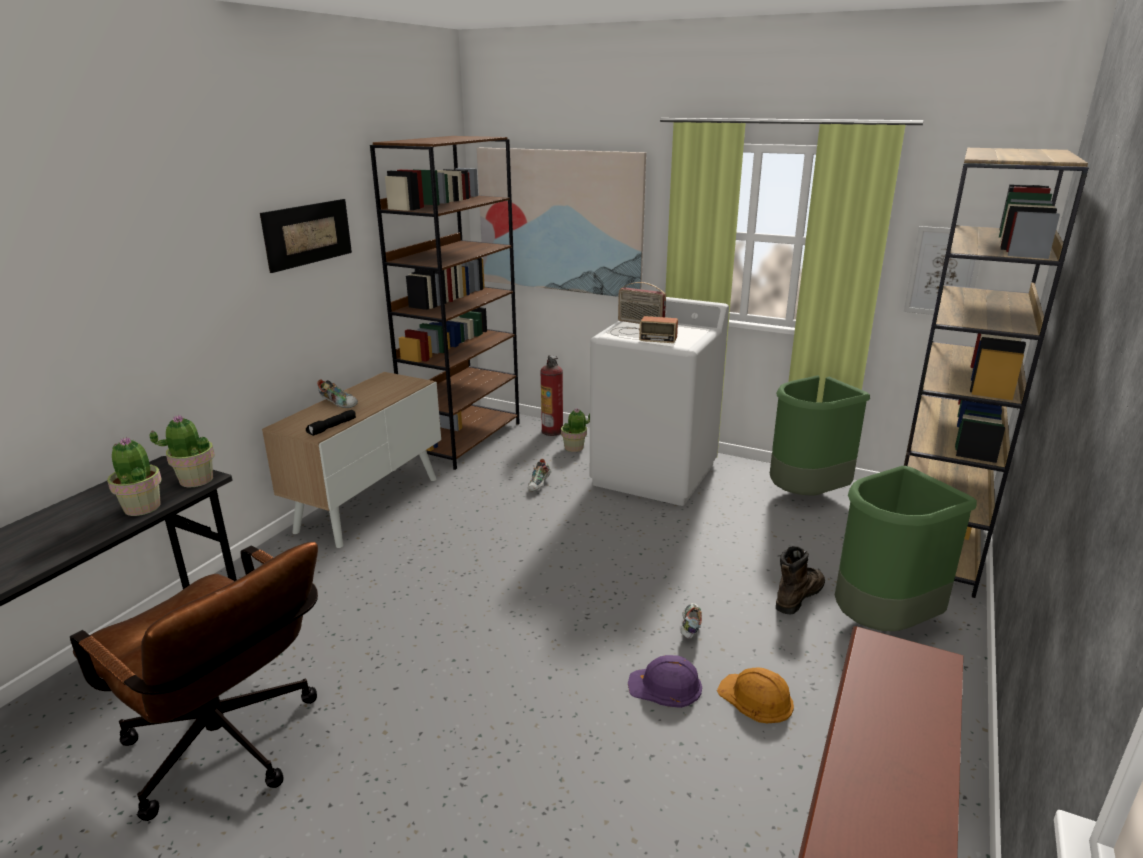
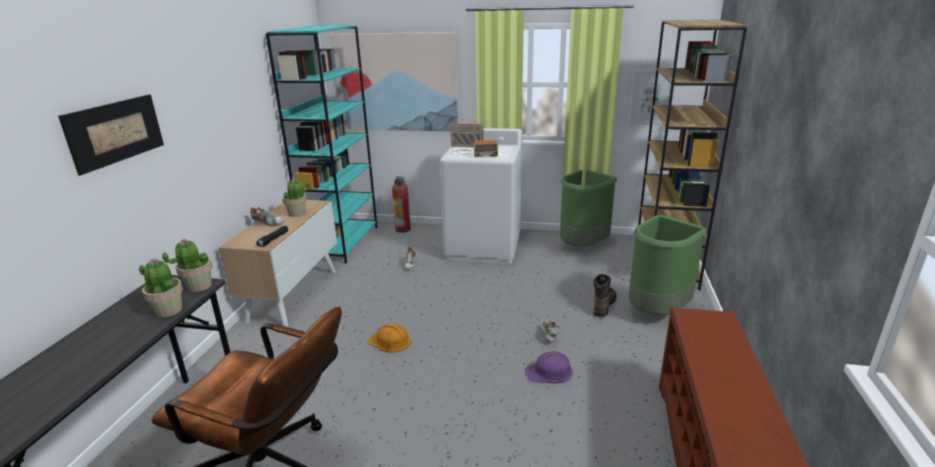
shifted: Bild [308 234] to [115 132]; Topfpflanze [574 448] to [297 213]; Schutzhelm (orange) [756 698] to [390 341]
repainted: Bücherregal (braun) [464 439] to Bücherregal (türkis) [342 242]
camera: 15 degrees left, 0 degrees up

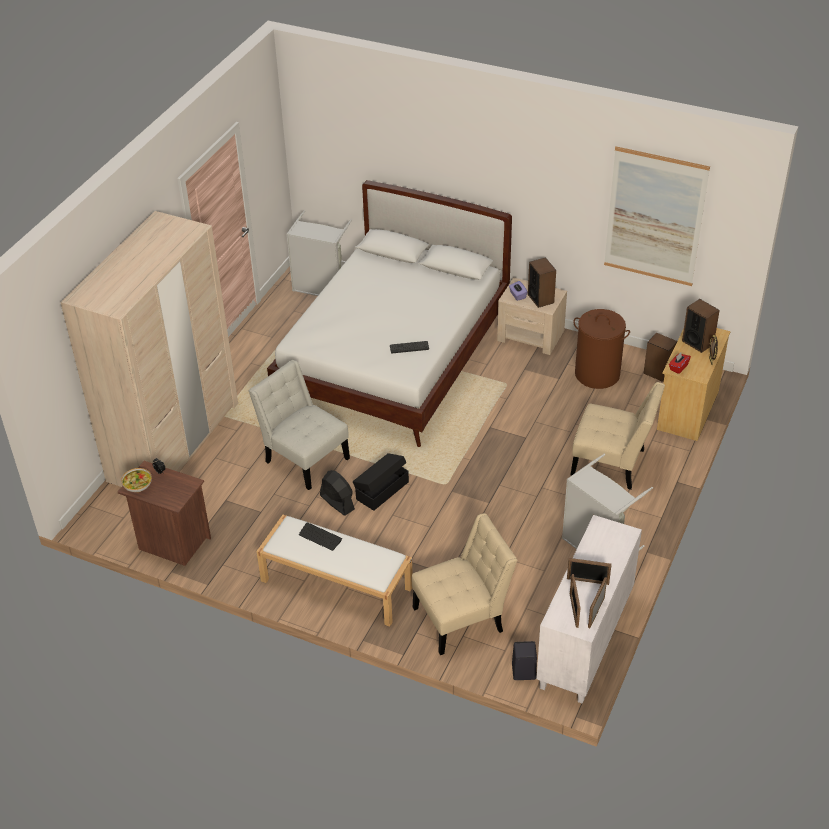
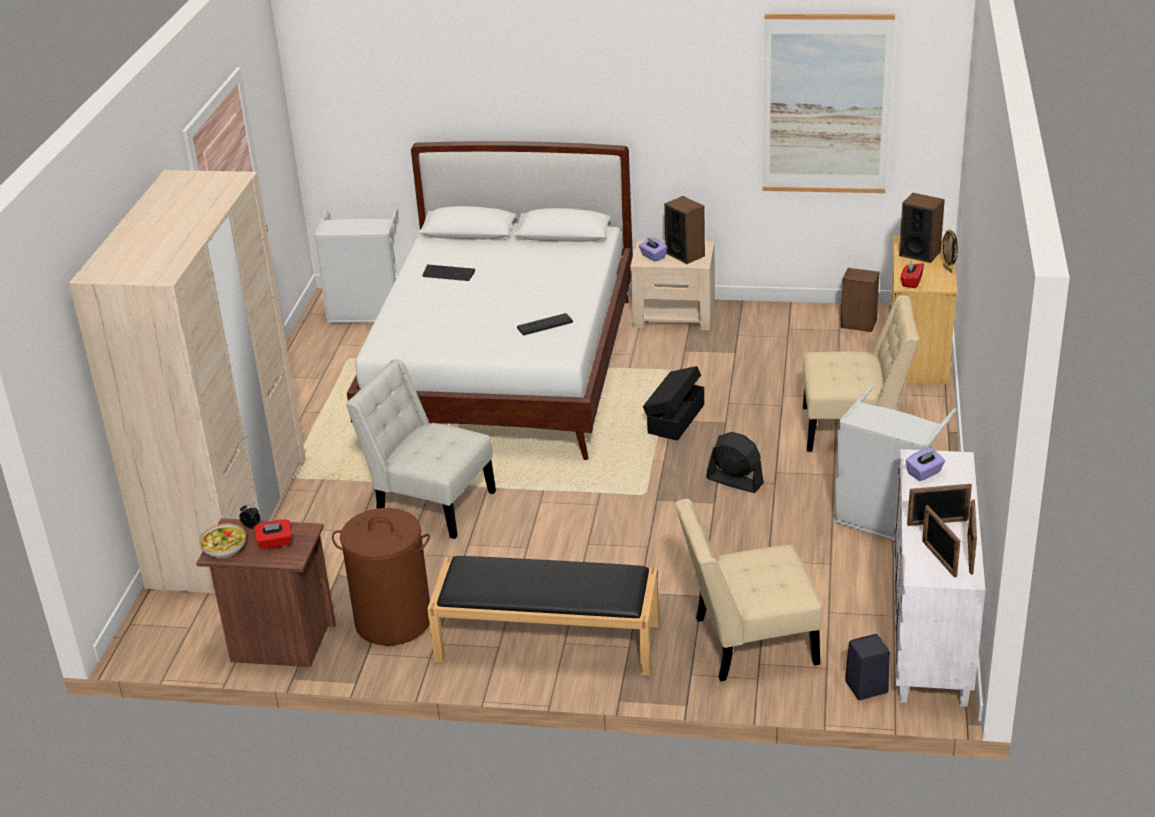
new: Taschentuchbox (lila) [924 473]; Taschentuchbox (rot) [275 543]
shifted: Wäschekorb (braun) [597 374] to [393 621]; Aufbewahrungsbox (schwarz) [381 490] to [674 419]; Ventilator (schwarz) [337 502] to [734 481]; Tastatur [320 537] to [448 274]
repainted: Bank (weiß) [335 584] to Bank (schwarz) [546 642]
rotated: Stuhl (beige) [462 618] = [748 642] 150 degrees counterclockwise
camera: 15 degrees left, 10 degrees down

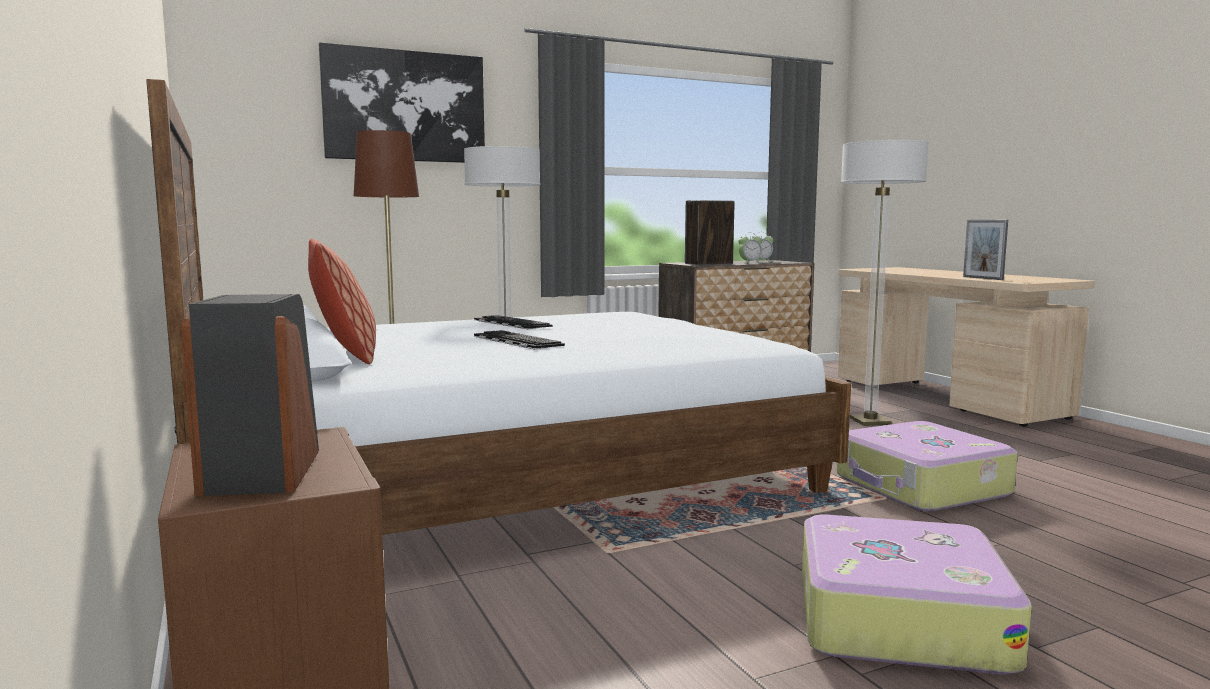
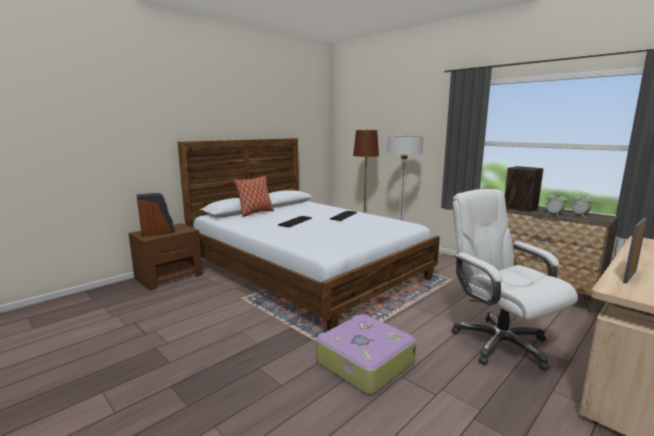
gone: Bild [405 106]; Koffer [898 617]
swapped: Stehlampe [870 422] to Bürostuhl (weiß) [499 343]
camera: 70 degrees right, 5 degrees up

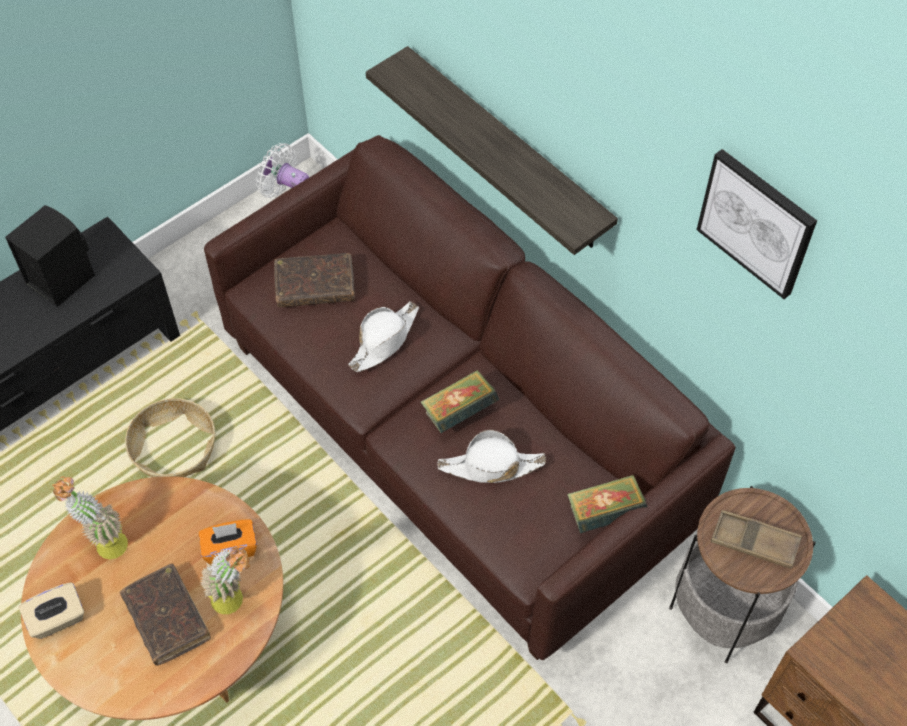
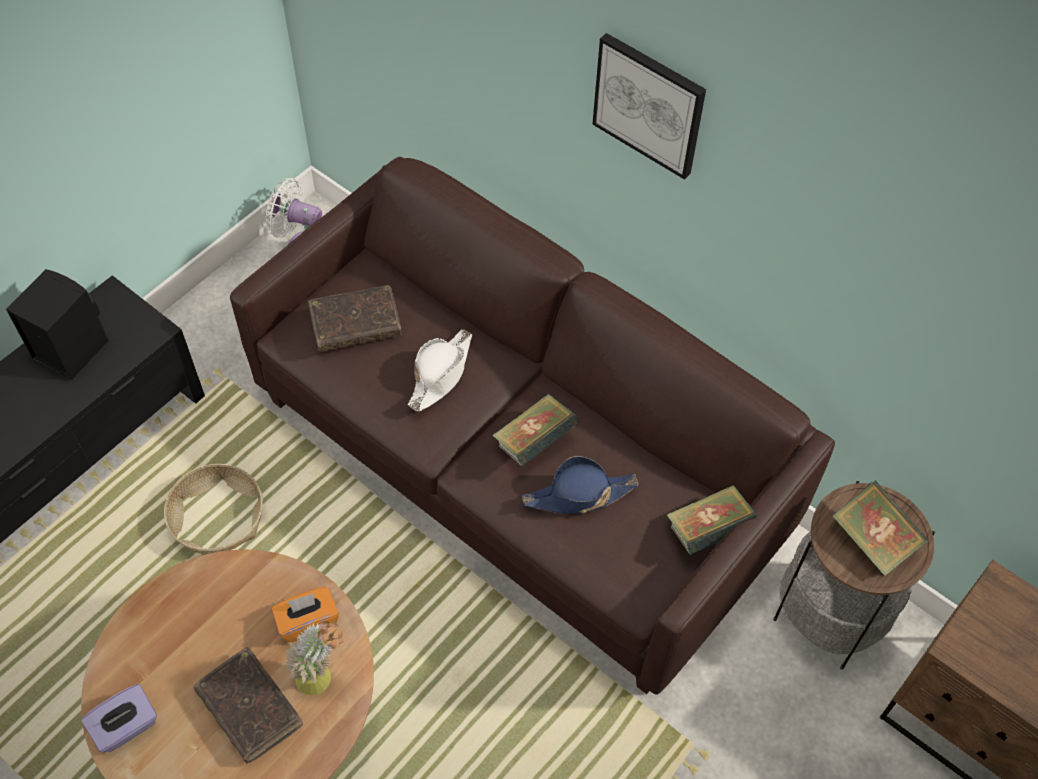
gone: Wandregal [506 151]; Topfpflanze [104 542]
shifted: Bild [757 222] to [649 104]
swapped: Tablett (braun) [754 542] to Buch [873 540]
repainted: Hut (weiß) [491 466] to Hut (blau) [579 495]; Taschentuchbox (beige) [57 619] to Taschentuchbox (lila) [126 727]
camera: 10 degrees left, 0 degrees up

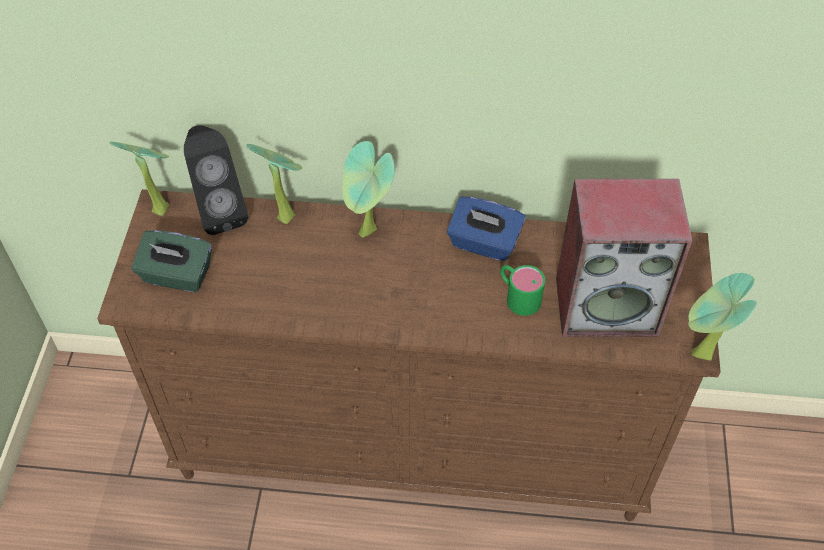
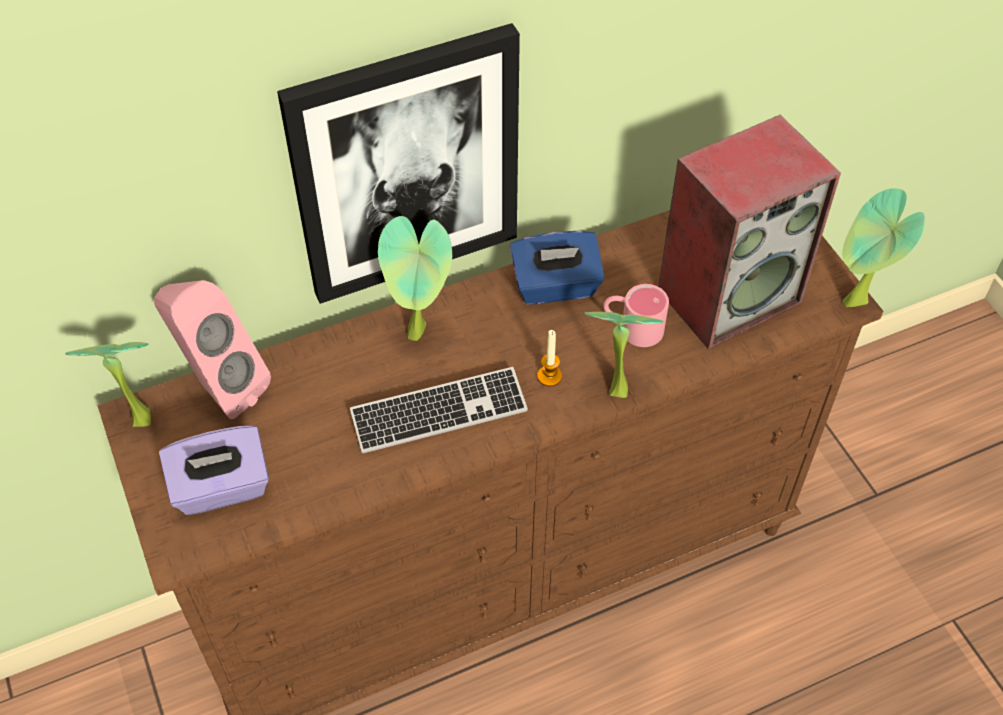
new: Bild [406 167]; Kerze [549 376]; Tastatur [439 413]
shifted: Topfpflanze [286 214] to [614 386]
repainted: Lautsprecher (schwarz) [219 212] to Lautsprecher (rosa) [220 388]; Taschentuchbox (grün) [177 276] to Taschentuchbox (lila) [222 488]; Henkelbecher (grün) [517 296] to Henkelbecher (rosa) [632 327]
camera: 30 degrees left, 0 degrees up

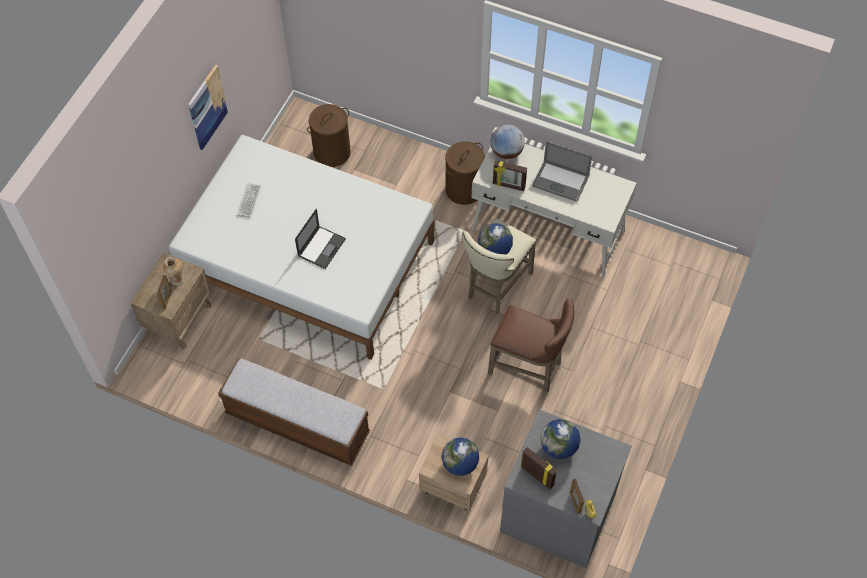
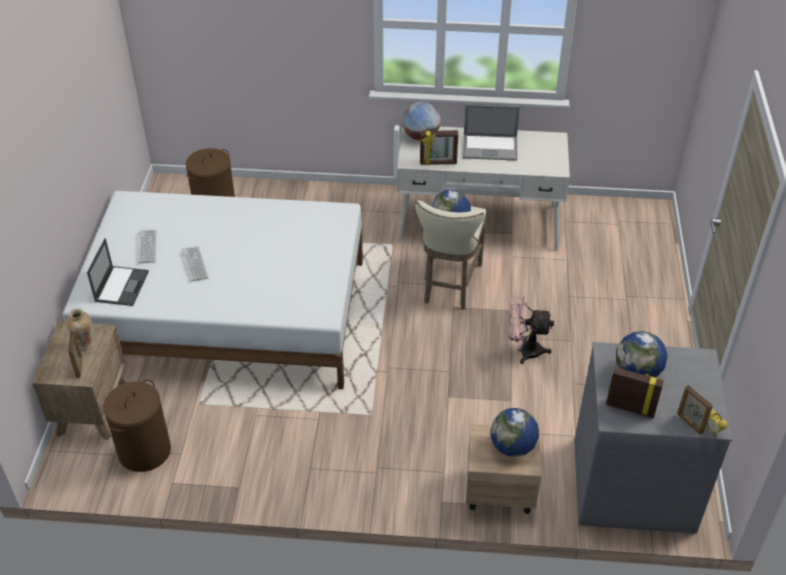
gone: Bild [207 107]; Bank [297 424]
new: Tastatur [195 264]
shifted: Wäschekorb (braun) [464 189] to [145 450]; Laptop [321 247] to [122 286]
swapped: Hocker (braun) [529 368] to Ventilator (rosa) [524 351]
camera: 20 degrees left, 15 degrees down

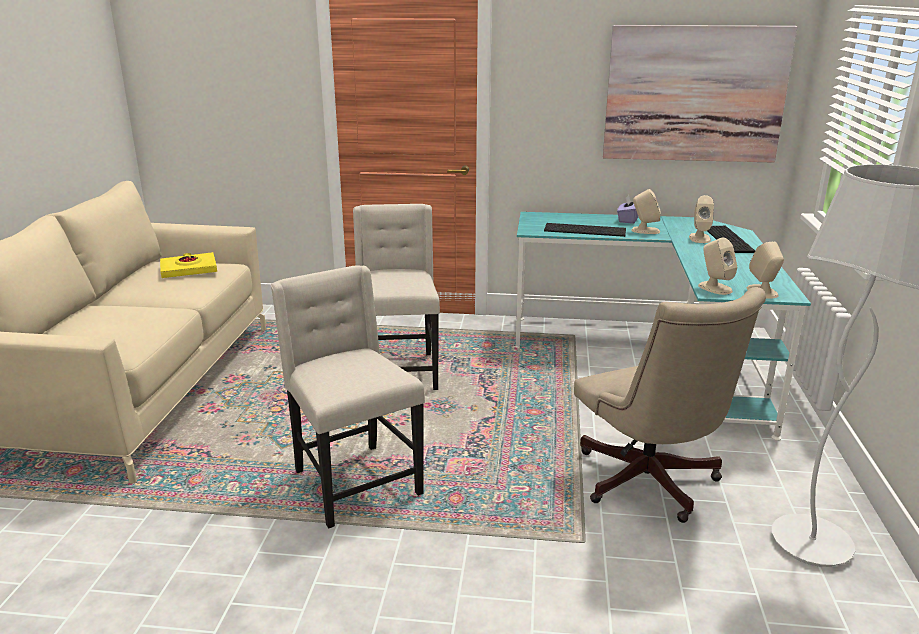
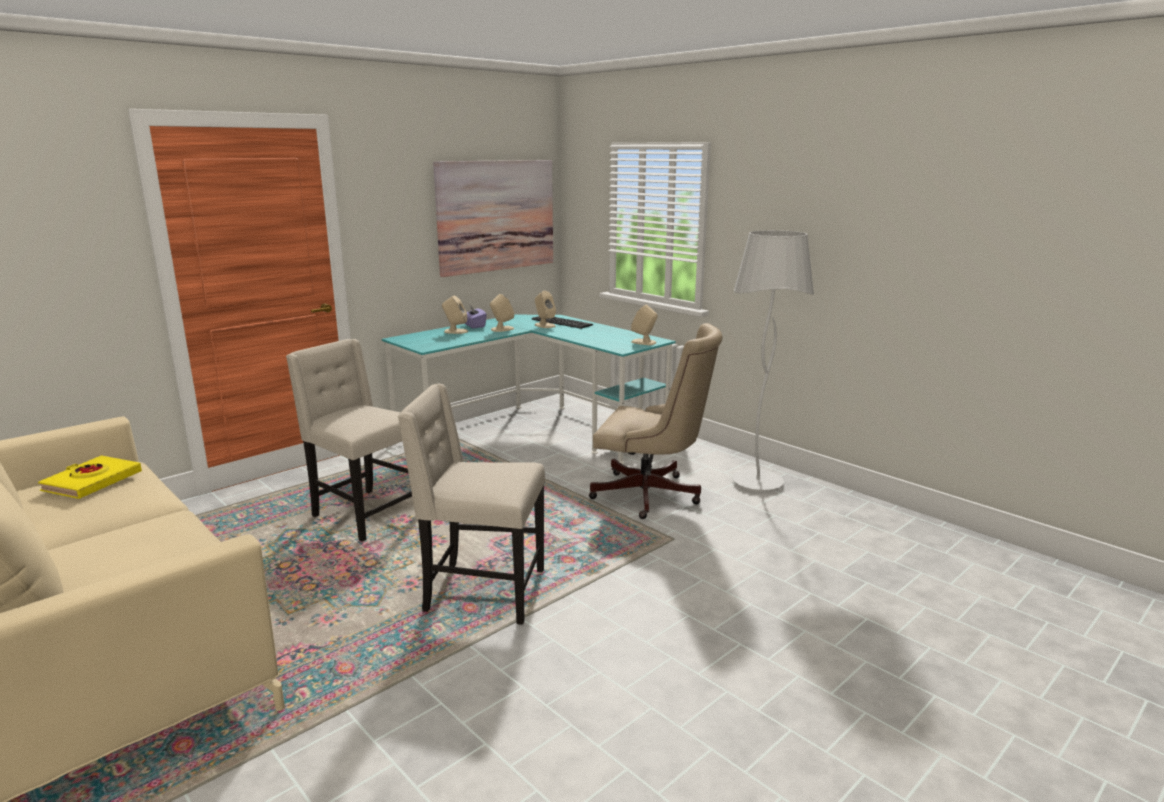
gone: Tastatur [586 230]
shifted: Lautsprecher (beige) [714 288] to [455 331]
camera: 50 degrees left, 5 degrees down

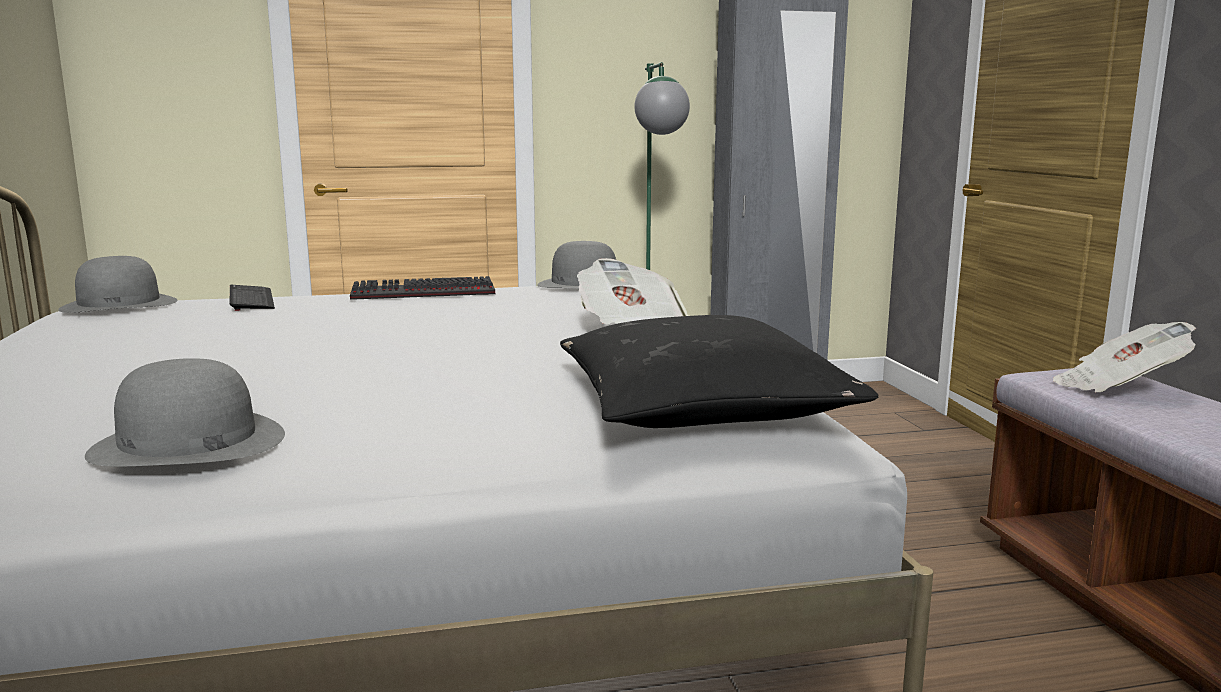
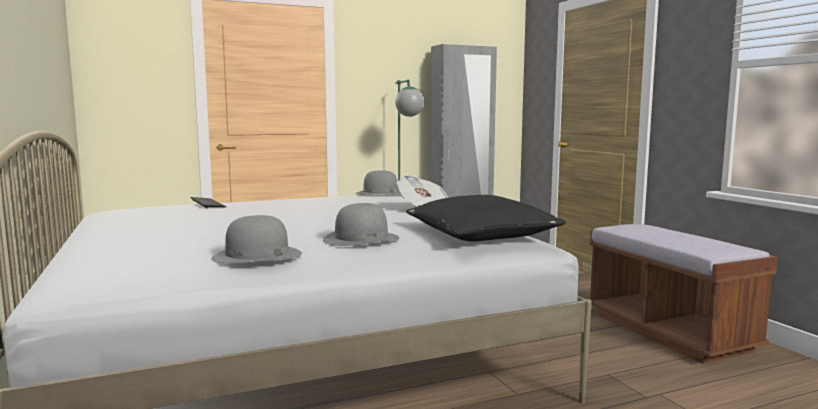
gone: Tastatur [421 294]; Zeitung [1118 387]
shifted: Hut (grau) [119 304] to [361 238]
camera: 10 degrees left, 5 degrees down

